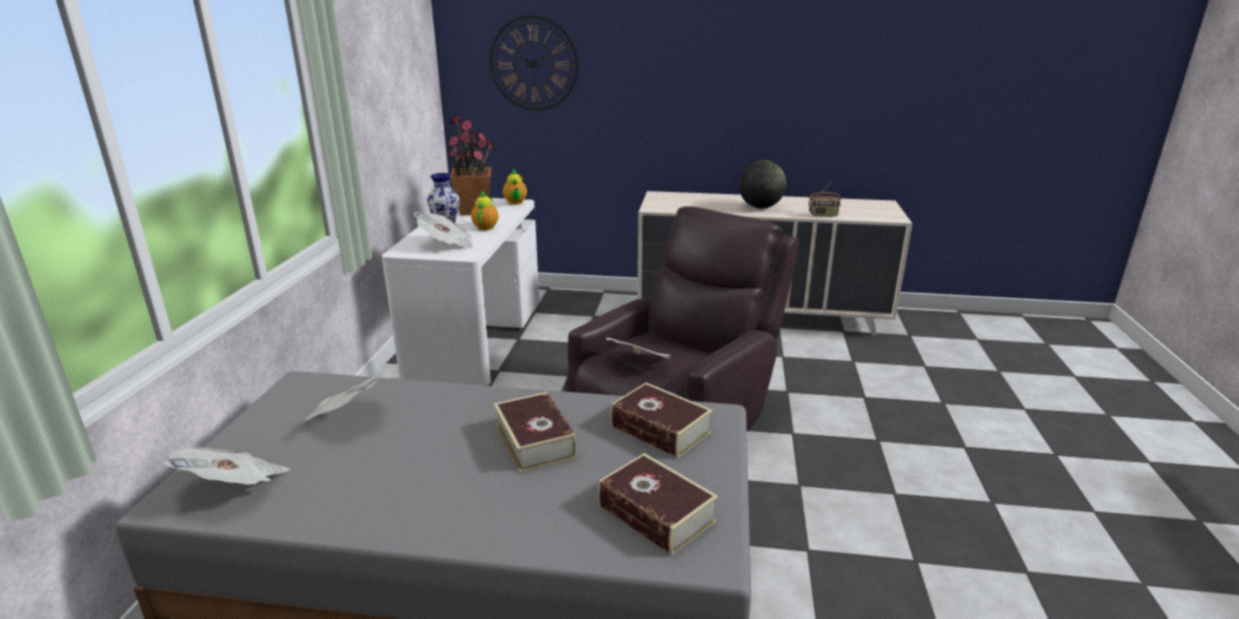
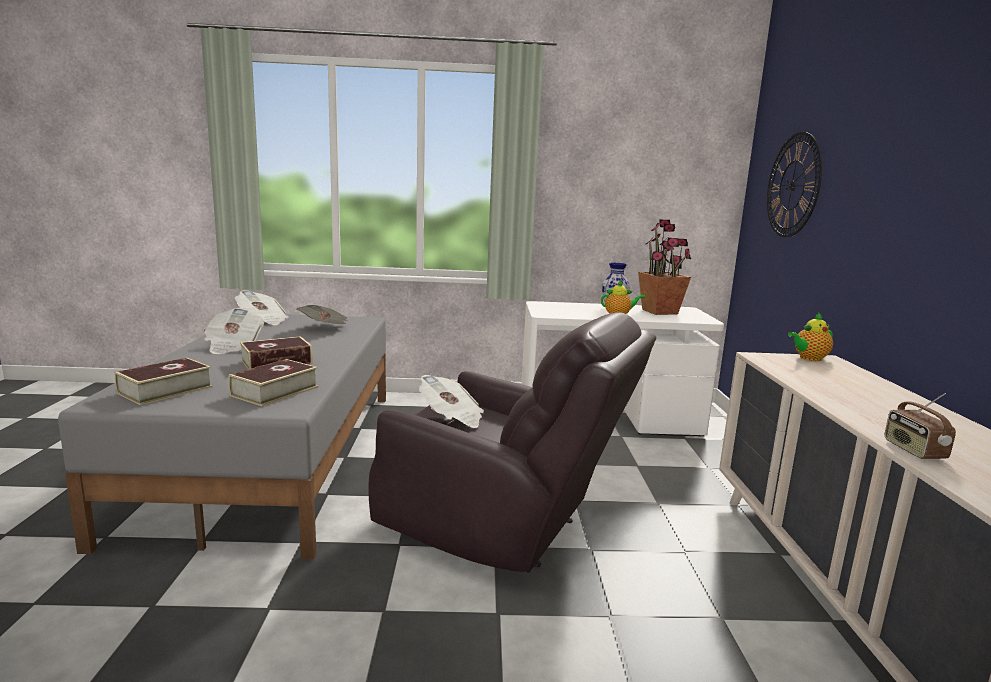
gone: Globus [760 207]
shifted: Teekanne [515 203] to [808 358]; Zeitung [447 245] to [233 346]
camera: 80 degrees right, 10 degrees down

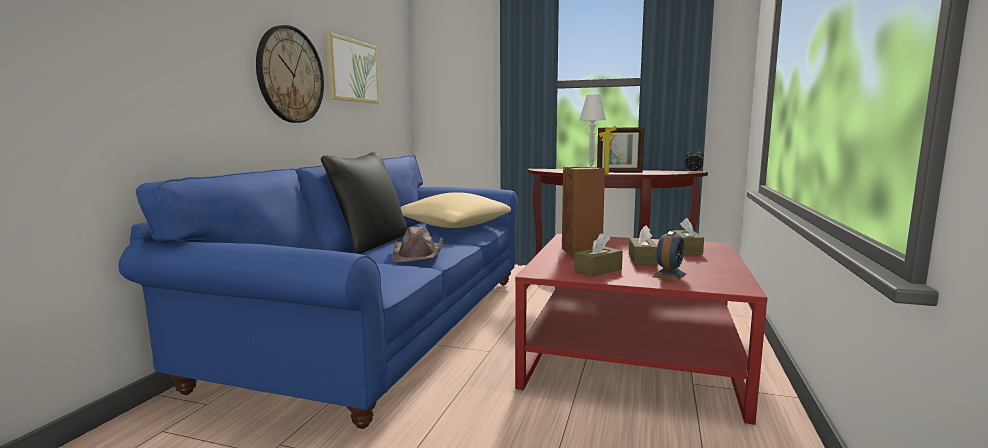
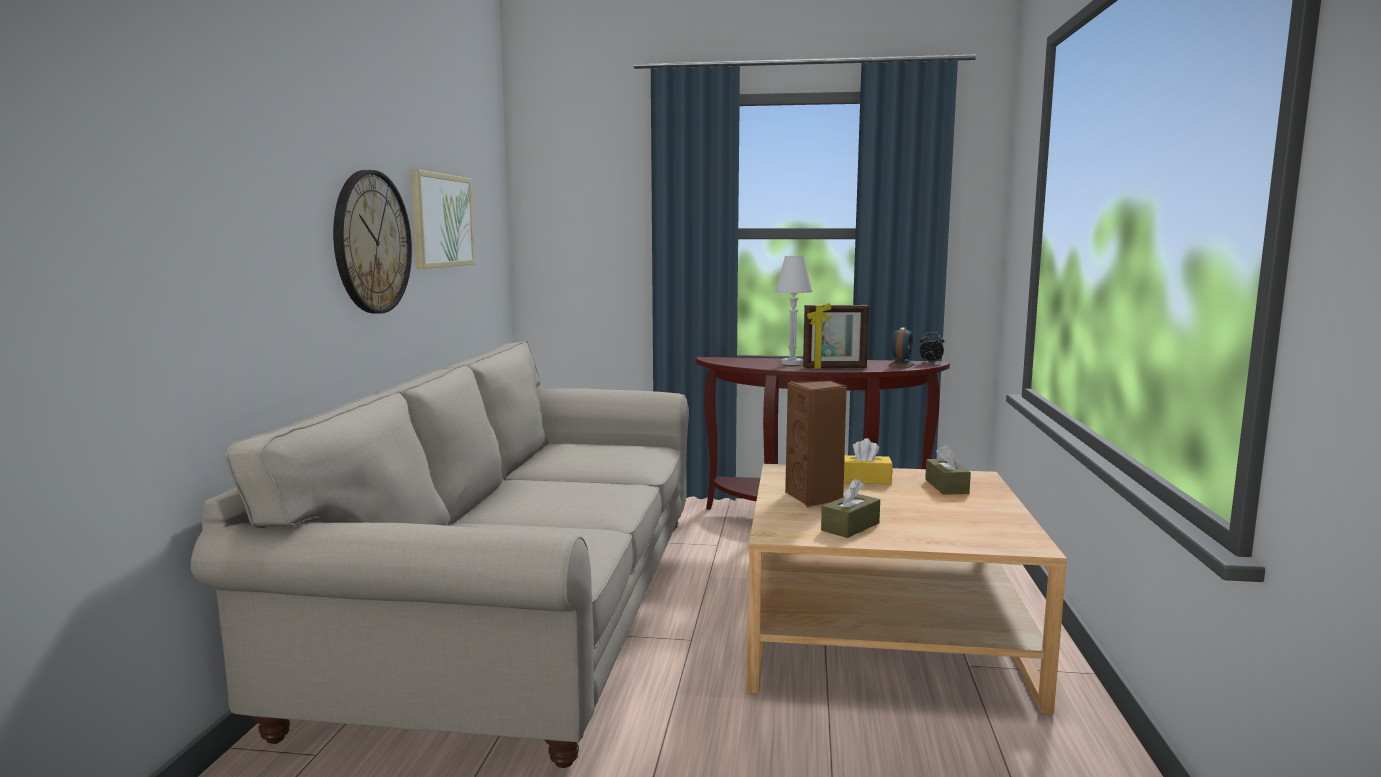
gone: Kissen (schwarz) [371 243]; Kissen (beige) [454 226]; Taschentuchbox (braun) [642 260]; Hut (braun) [418 253]
new: Taschentuchbox (gelb) [865 480]
shifted: Wecker [669 275] to [901 365]
repainted: Sofa (blau) [386 325] to Sofa (beige) [524 609]; Couchtisch (rot) [632 357] to Couchtisch (beige) [883 633]
camera: 10 degrees left, 0 degrees up

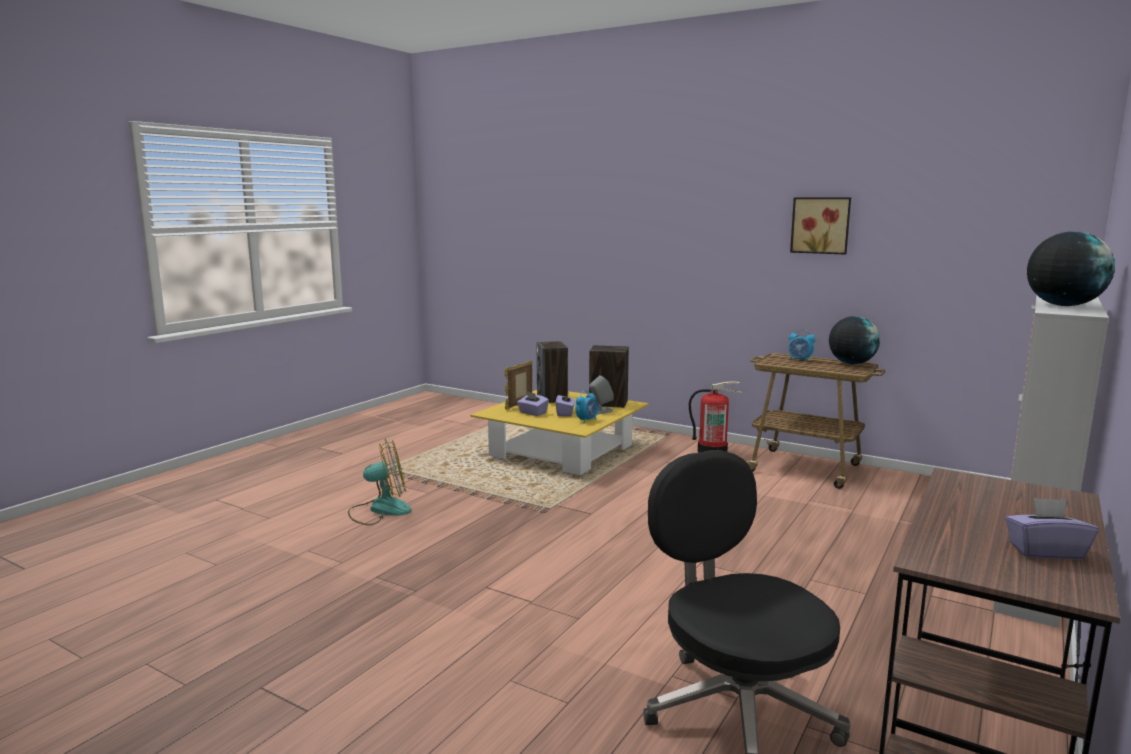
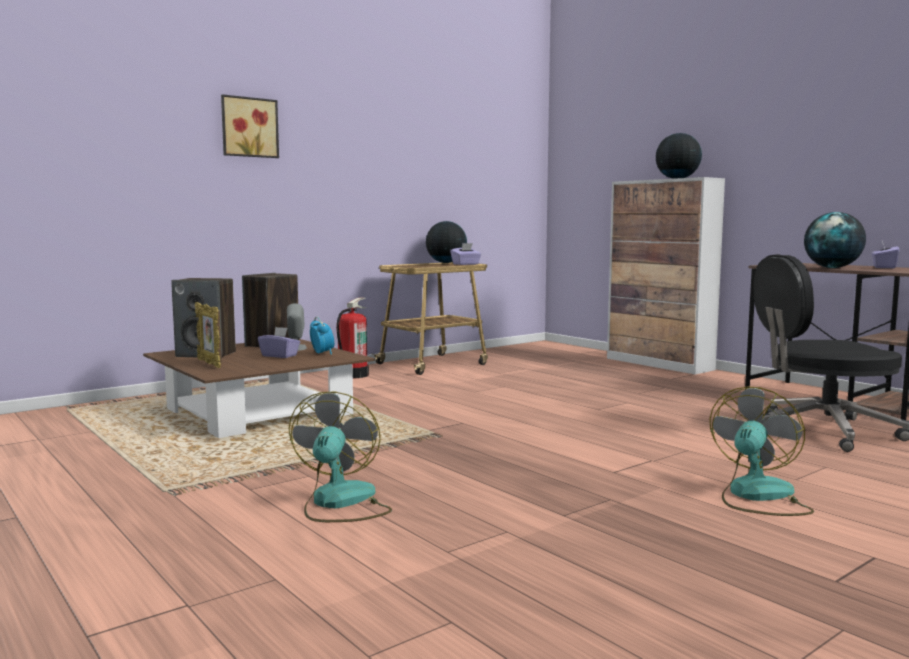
gone: Wecker [800 360]
new: Globus [832 268]; Ventilator [757 496]
shifted: Bild [820 225] to [249 127]; Taschentuchbox (lila) [532 413] to [466 264]
repainted: Couchtisch (gelb) [561 450] to Couchtisch (braun) [257 412]
camera: 70 degrees left, 5 degrees down

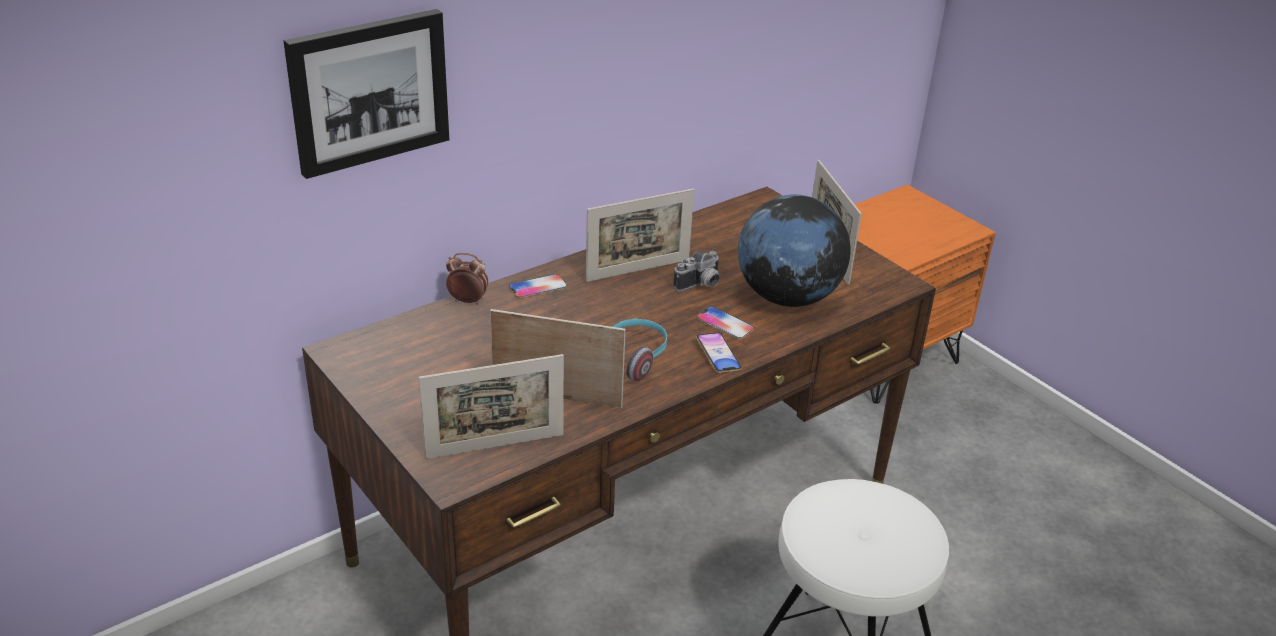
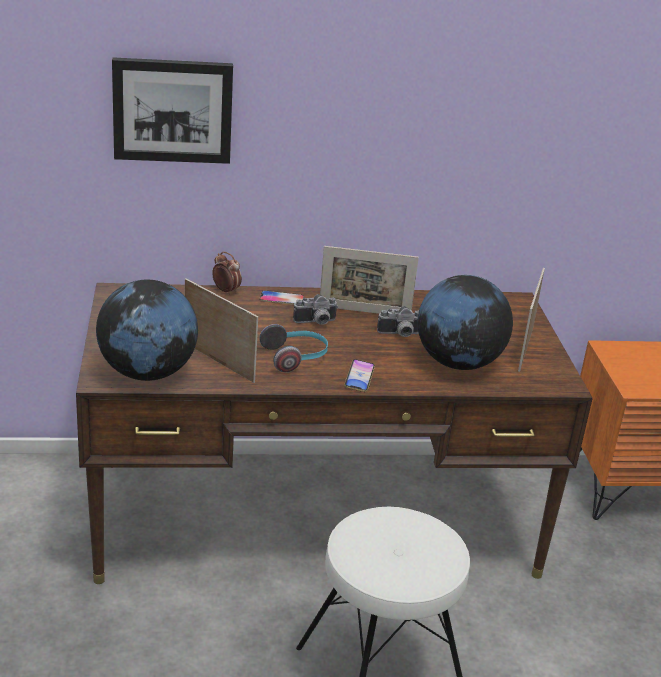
gone: Handy [725 324]
new: Kamera [316 322]
swapped: Bilderrahmen [495 446] to Globus [147 373]
camera: 30 degrees right, 5 degrees down

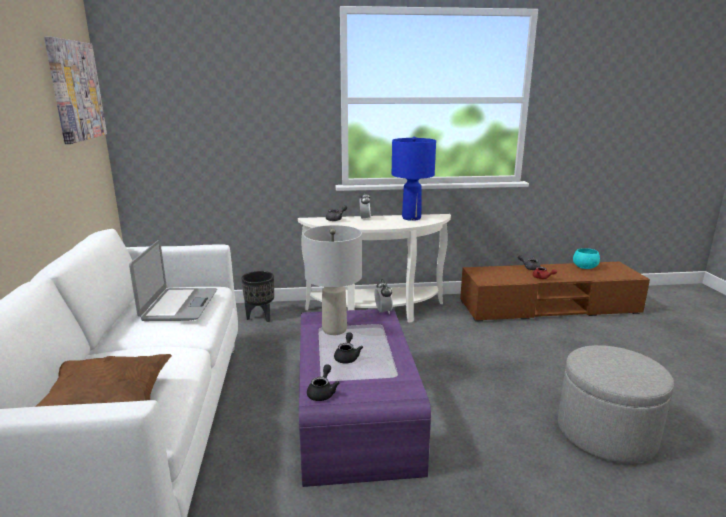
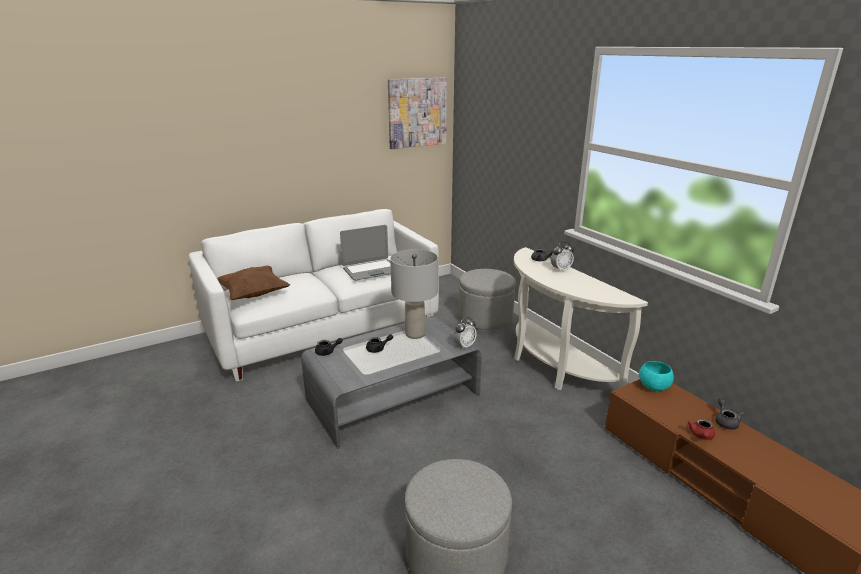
gone: Tischlampe (blau) [411 218]
shifted: Schüssel (türkis) [584 267] to [654 386]
swapped: Pflanzkübel (schwarz) [260 317] to Polsterhocker (grau) [485 318]
repainted: Couchtisch (lila) [355 411] to Couchtisch (grau) [393 397]
camera: 65 degrees right, 5 degrees up

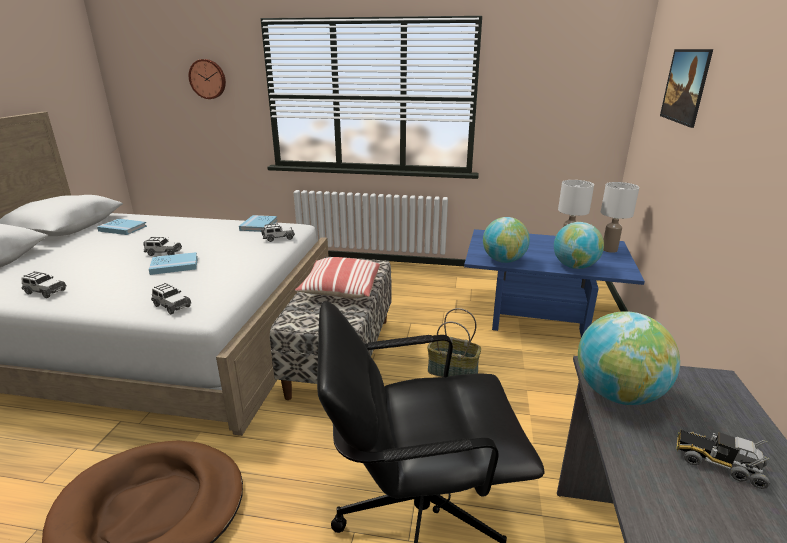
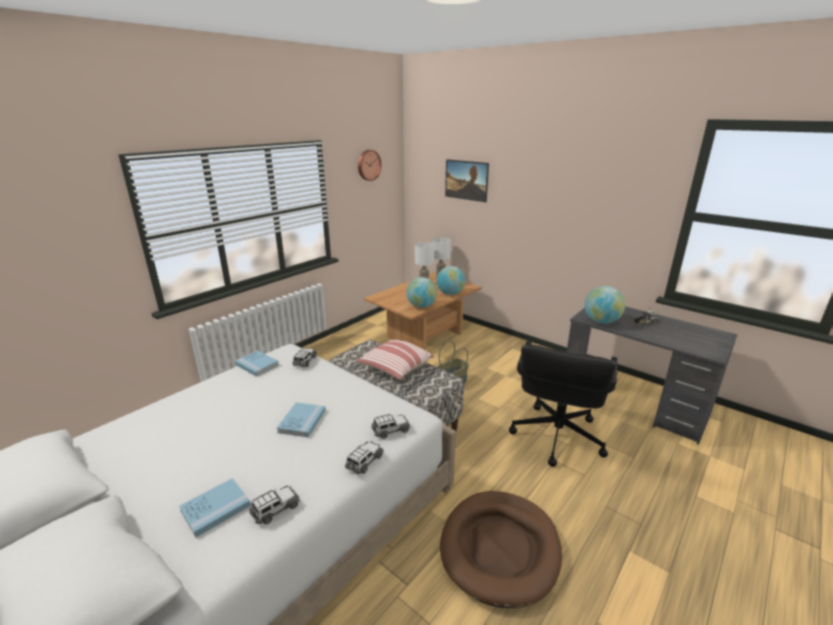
shifted: Wanduhr [208 79] to [368 165]; Buch (blau) [122 228] to [216 508]; Spielzeugauto [163 253] to [364 462]
repainted: Couchtisch (blau) [539 315] to Couchtisch (braun) [424 334]
camera: 60 degrees left, 0 degrees up

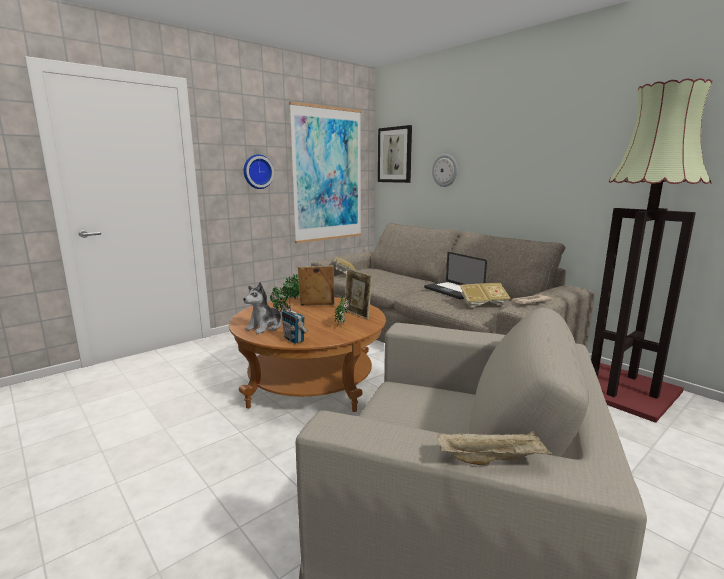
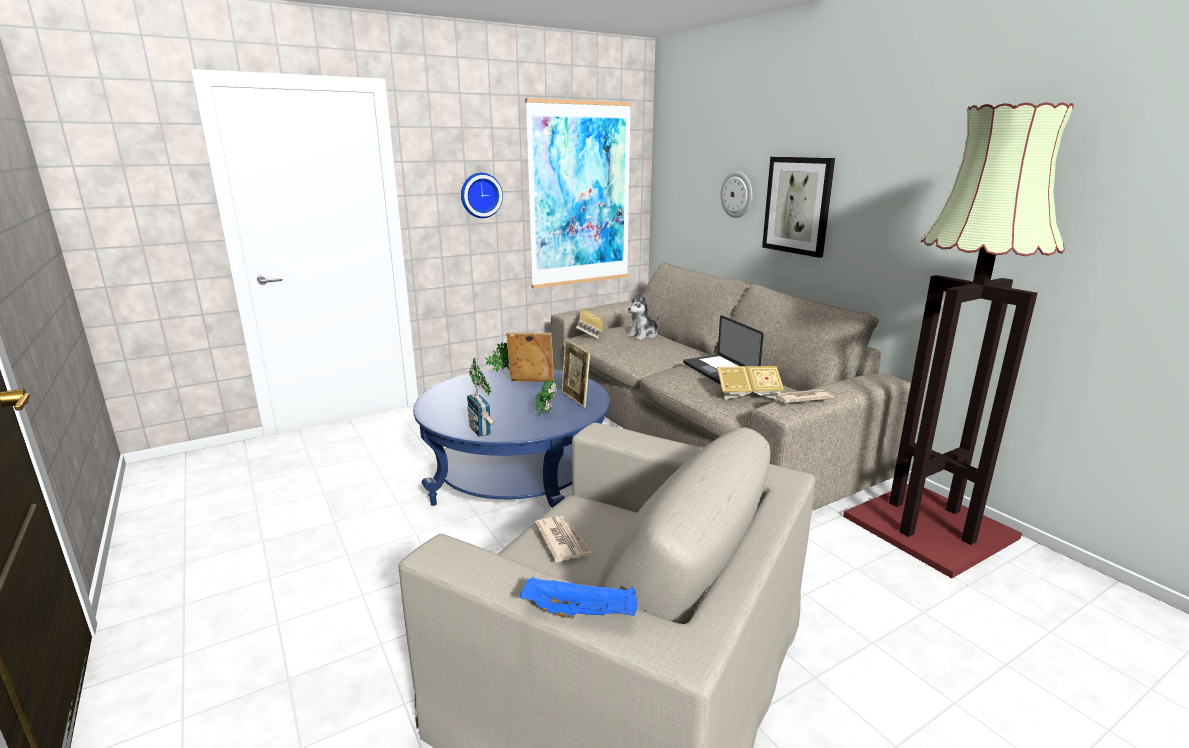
new: Zeitung [562 540]
shifted: Bild [395 155] to [798 205]; Plüschtier [265 327] to [643 335]
repainted: Couchtisch (braun) [311 384] to Couchtisch (blau) [517 481]; Tablett (beige) [491 460] to Tablett (blau) [581 613]
camera: 10 degrees right, 5 degrees up

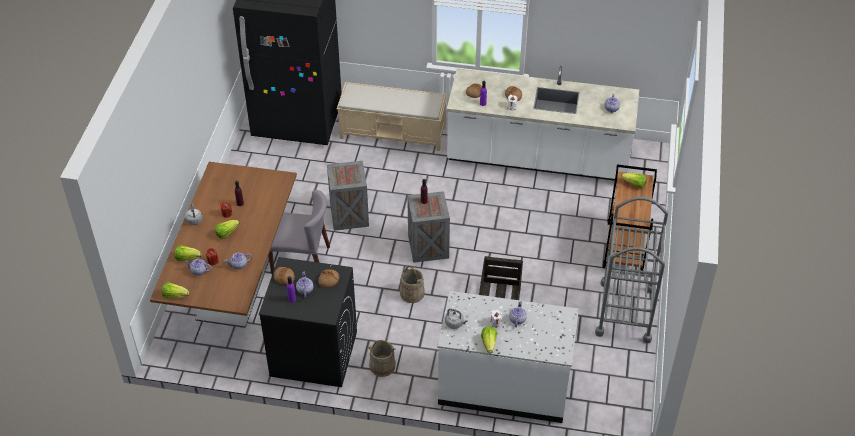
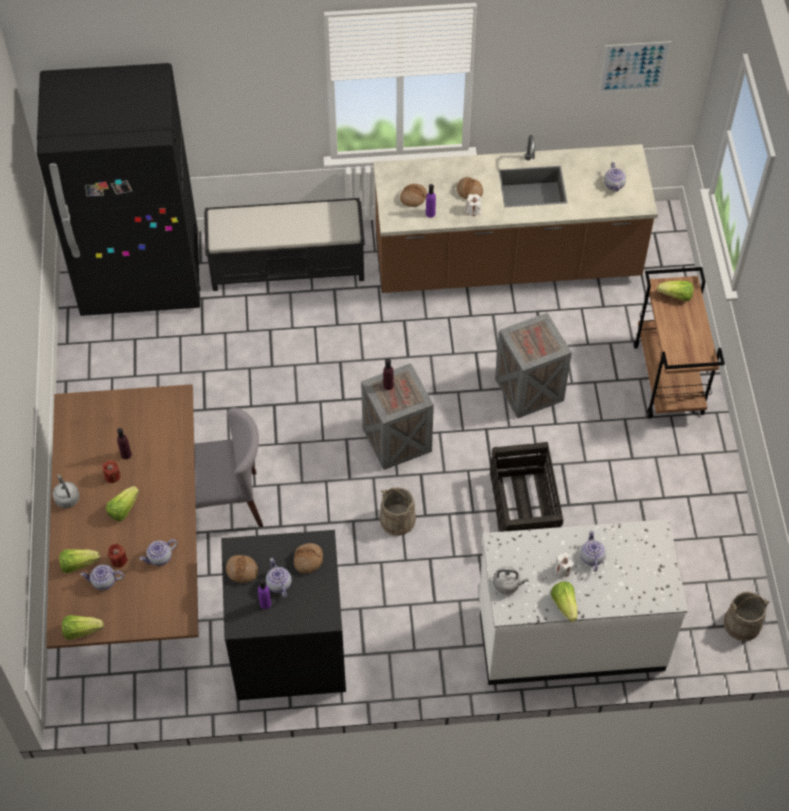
gone: Rollwagen (grau) [625 311]
new: Bild [634 67]
shifted: Kiste [350 215] to [529 388]; Eimer (beige) [382 366] to [742 624]
repainted: Küchenzeile (weiß) [538 158] to Küchenzeile (braun) [507 263]; Bank (beige) [393 133] to Bank (schwarz) [288 265]
camera: 15 degrees left, 10 degrees up

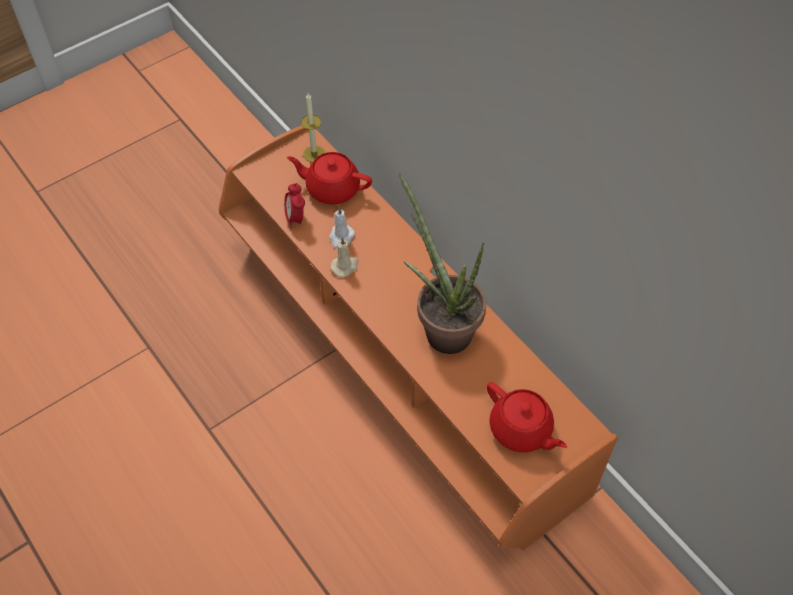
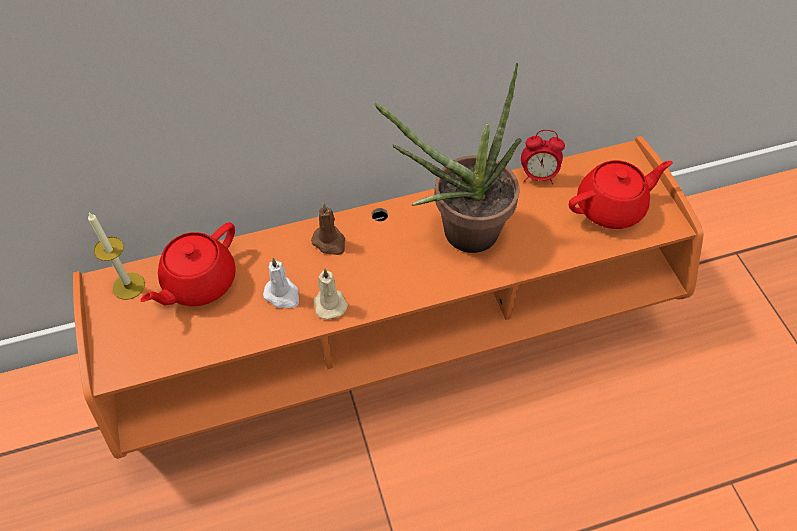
new: Kerze (braun) [330 242]
shifted: Wecker [296 218] to [538 176]
camera: 70 degrees left, 0 degrees up

